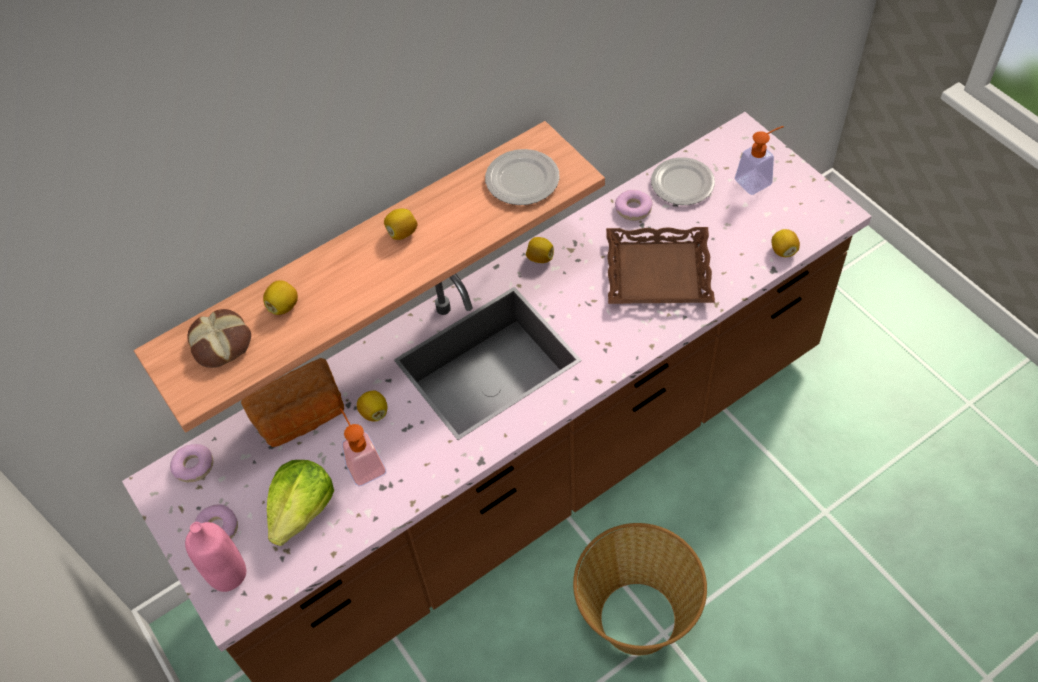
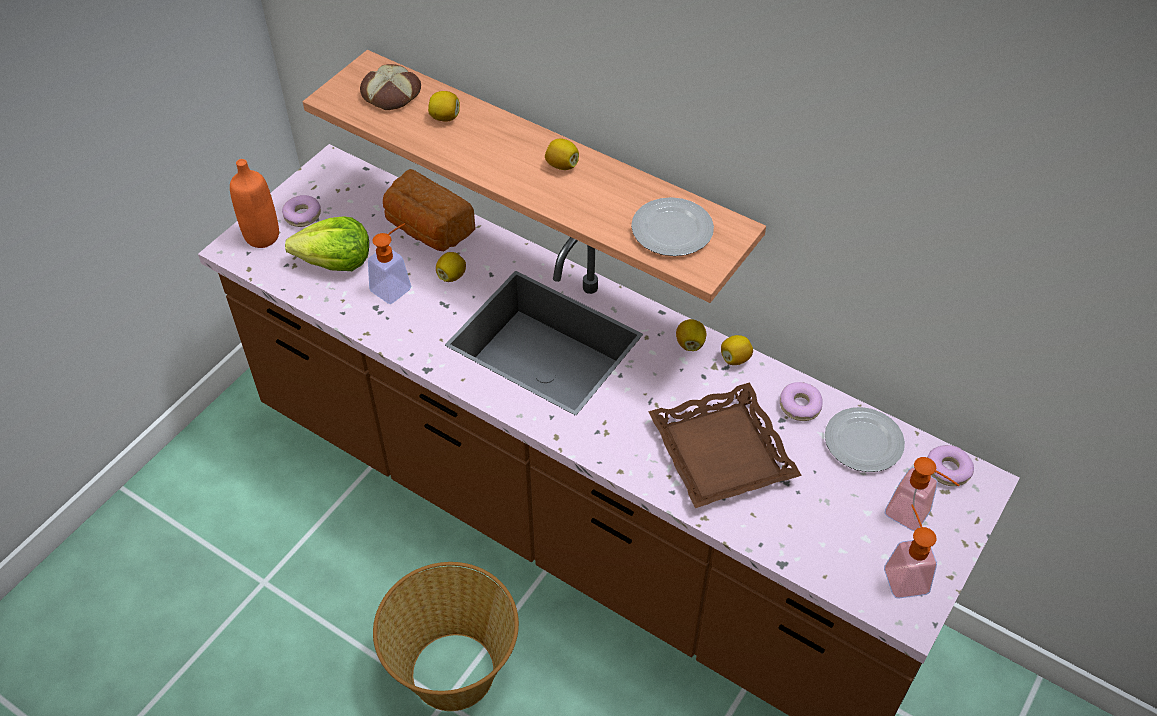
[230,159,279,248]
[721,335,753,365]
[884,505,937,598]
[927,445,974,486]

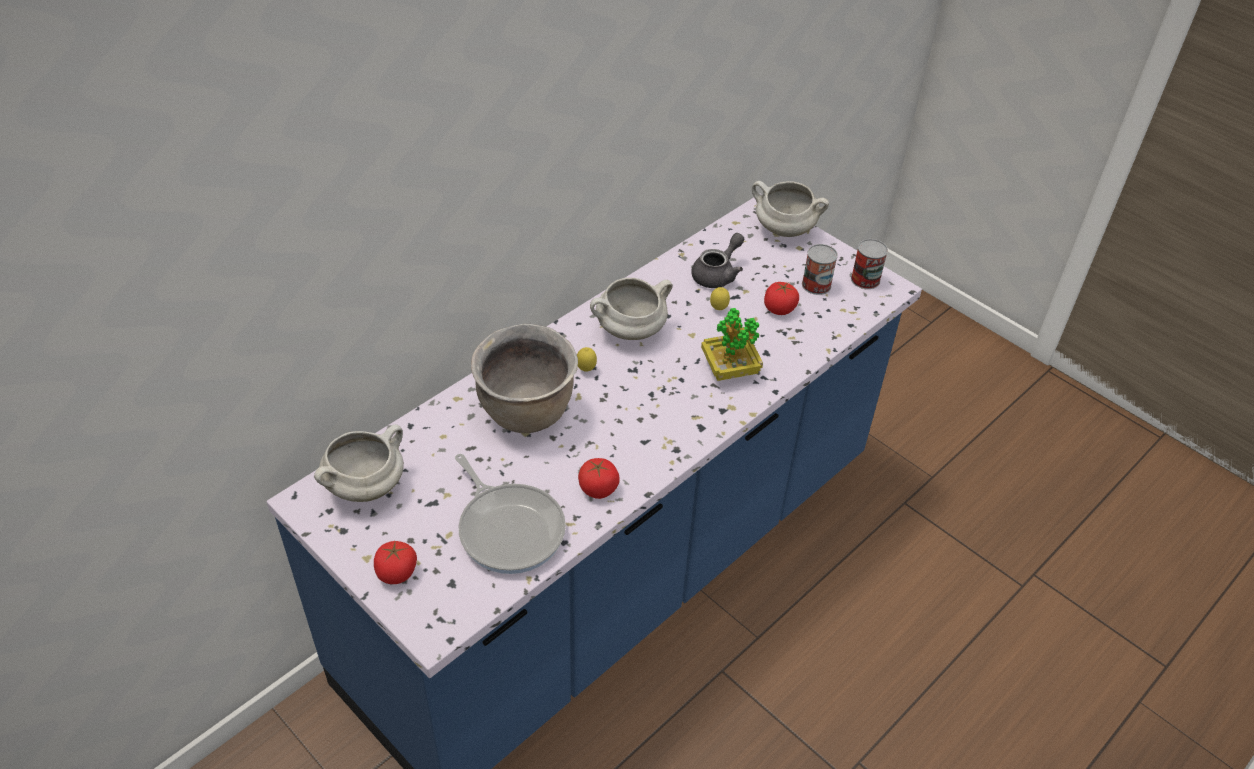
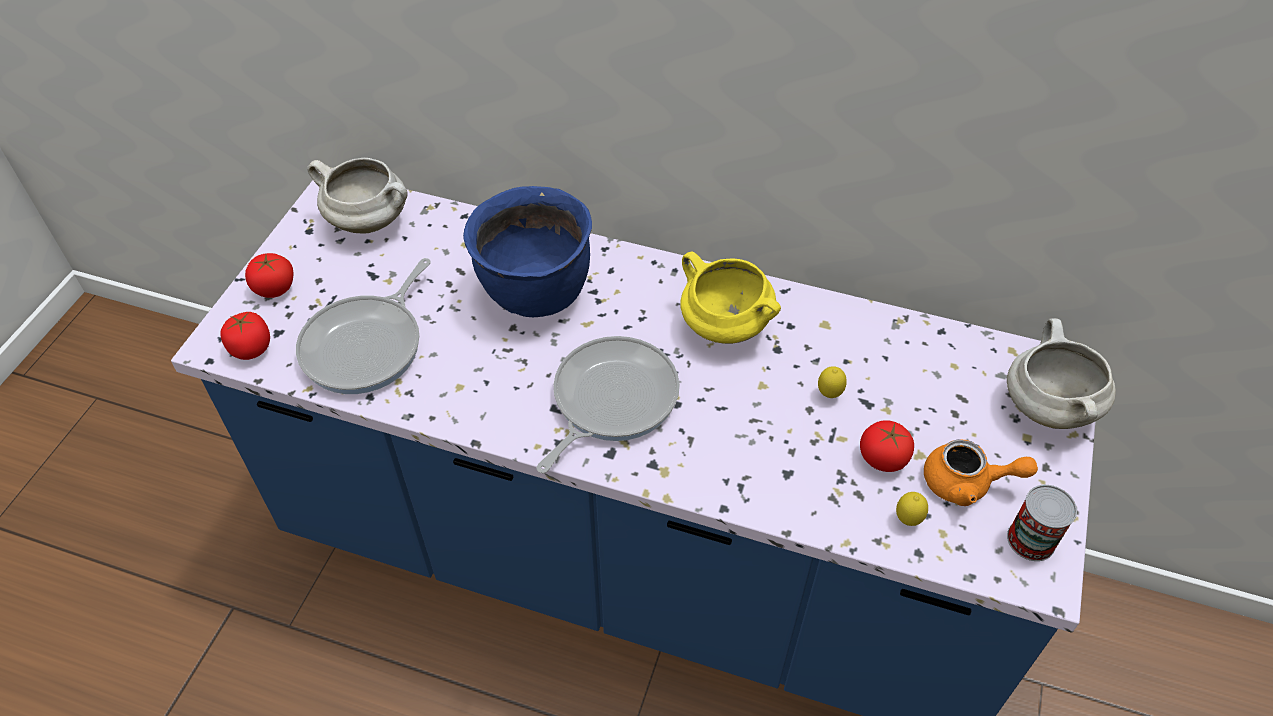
[220,312,270,360]
[463,186,592,317]
[536,336,680,474]
[680,252,781,344]
[896,492,928,526]
[924,439,1038,506]
[691,233,744,288] (first image)
[701,308,763,381] (first image)

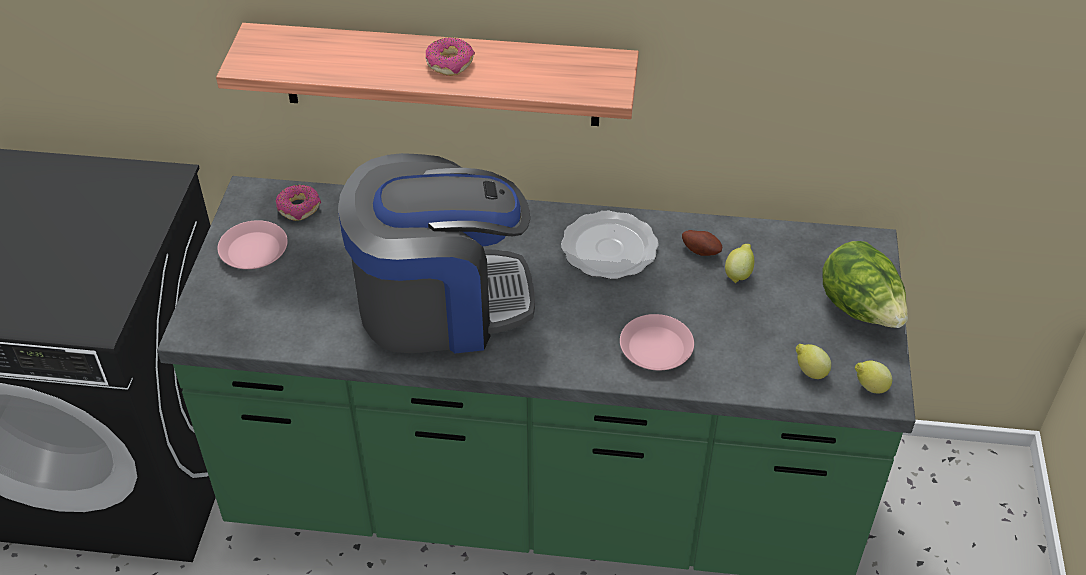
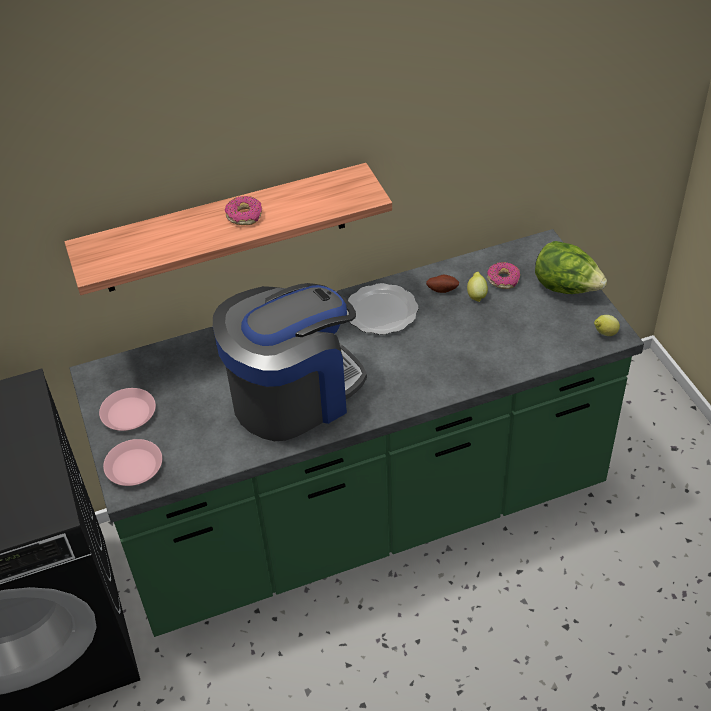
[103,439,162,486]
[487,262,520,289]
[796,344,831,379] (first image)

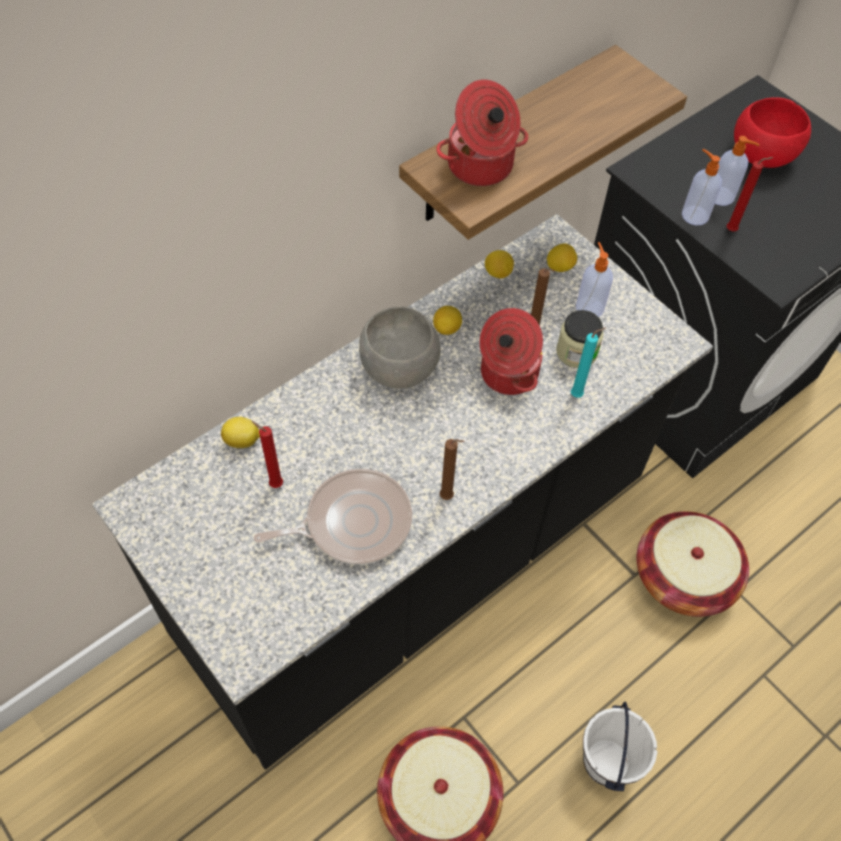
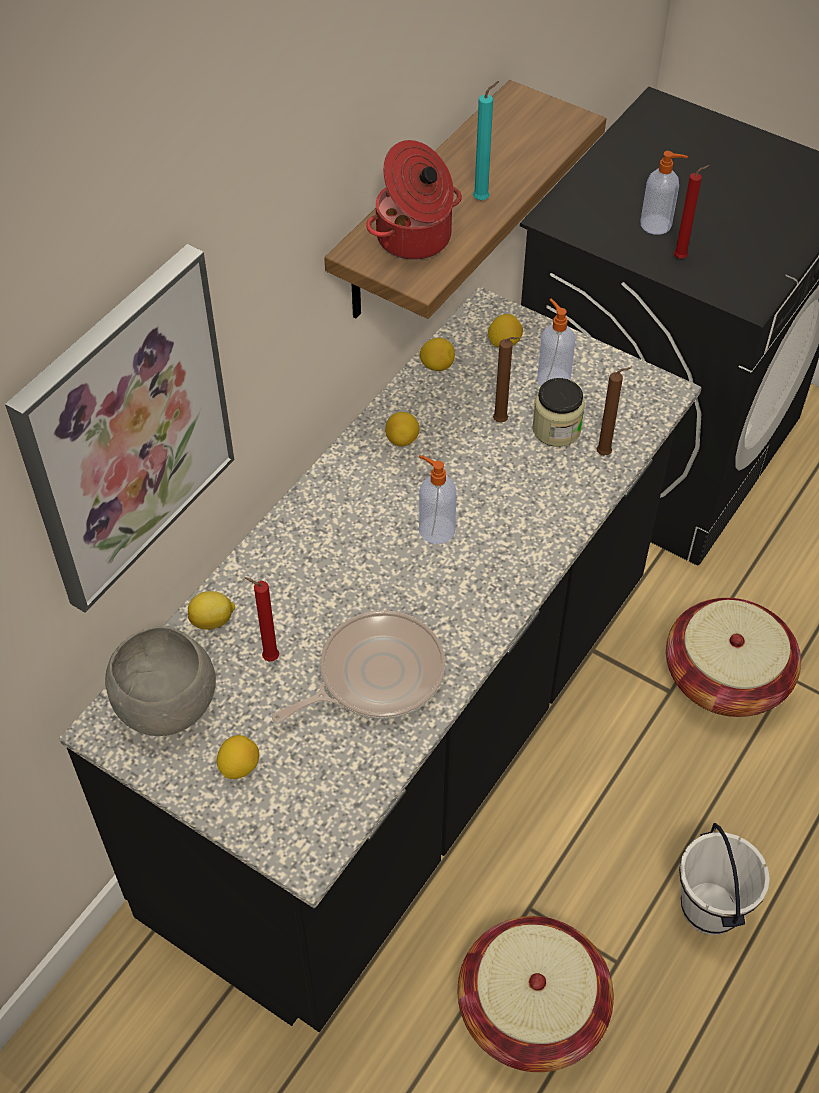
[5,244,234,613]
[105,626,216,736]
[216,735,259,779]
[419,455,457,544]
[473,81,499,200]
[597,367,632,455]
[480,308,543,395] (first image)
[734,97,811,168] (first image)

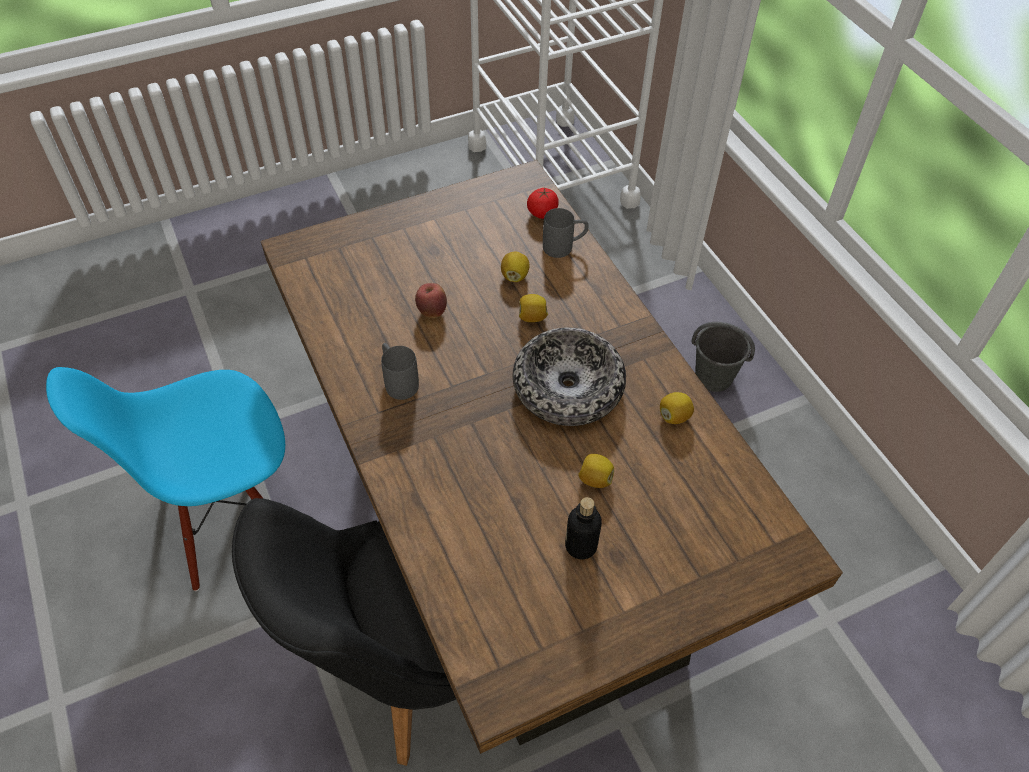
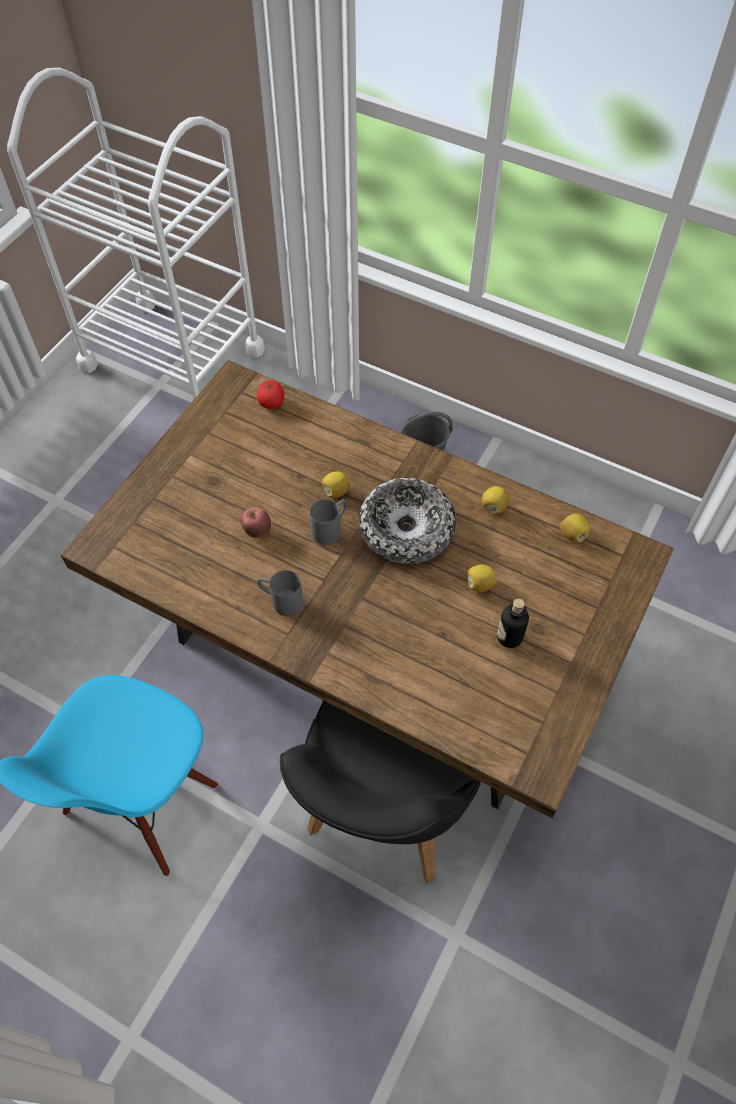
[310,499,347,545]
[560,514,590,542]

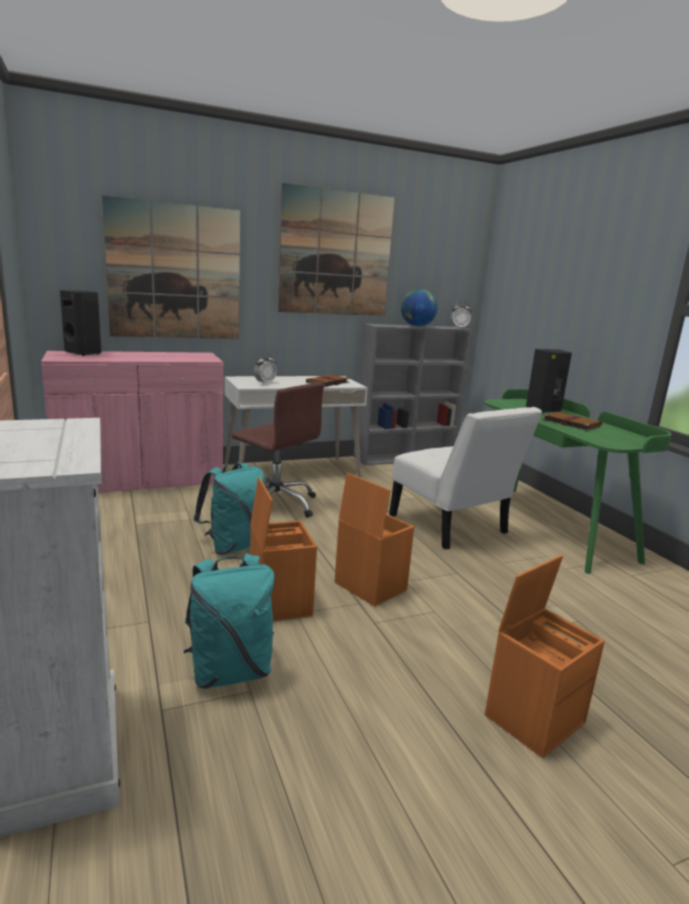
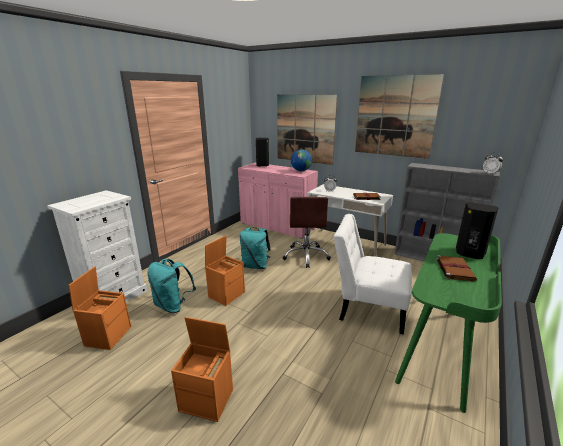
[69,266,131,350]
[291,149,312,171]
[334,214,412,335]

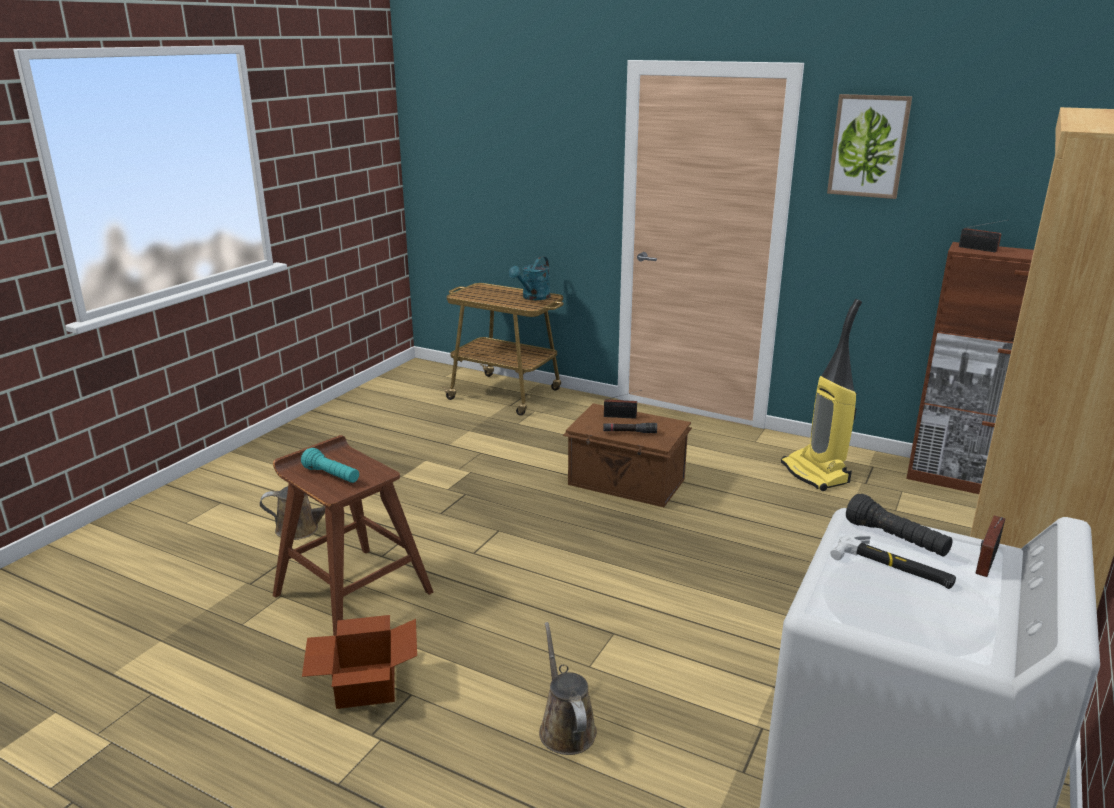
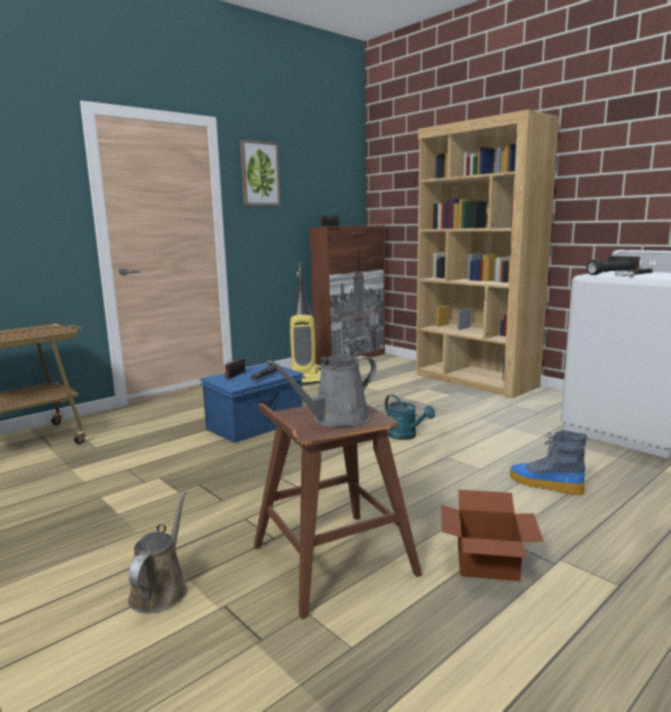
[199,363,306,443]
[266,355,377,427]
[385,394,435,440]
[510,430,587,495]

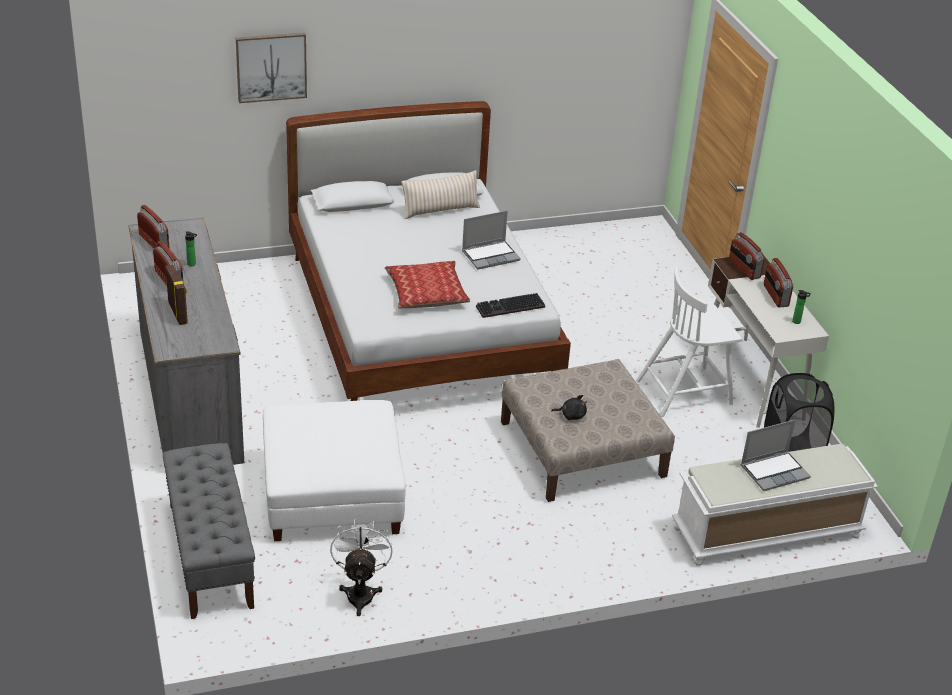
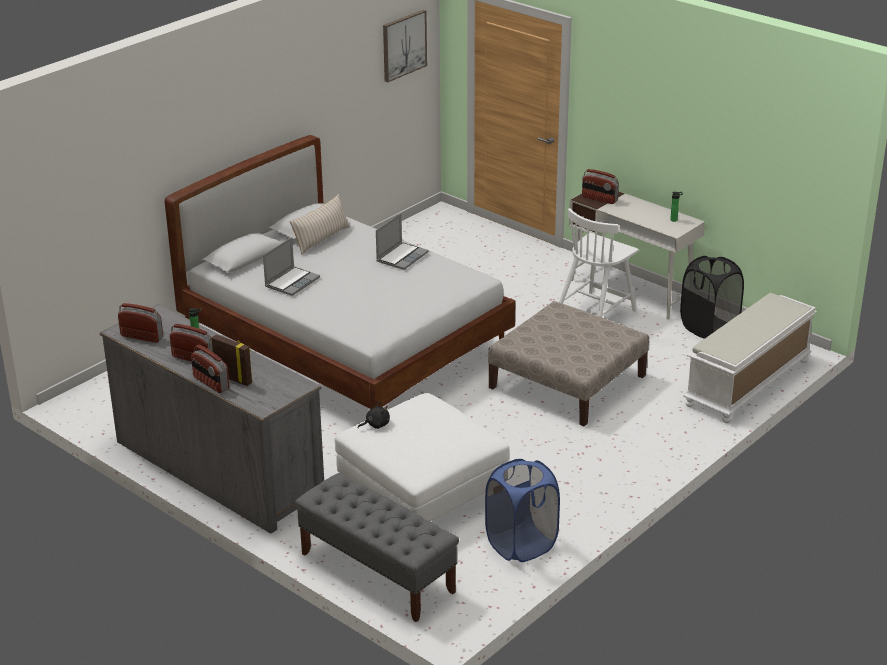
[191,345,230,393]
[263,237,320,296]
[358,402,390,429]
[383,10,427,82]
[485,459,560,562]
[385,261,470,309] (first image)
[476,293,545,318] (first image)

